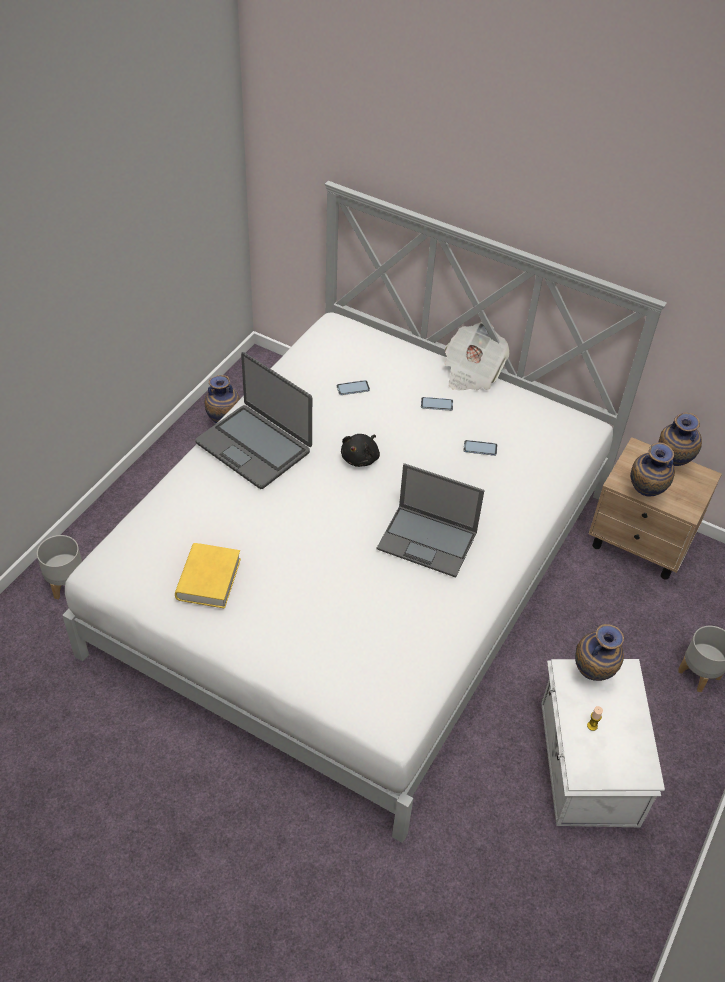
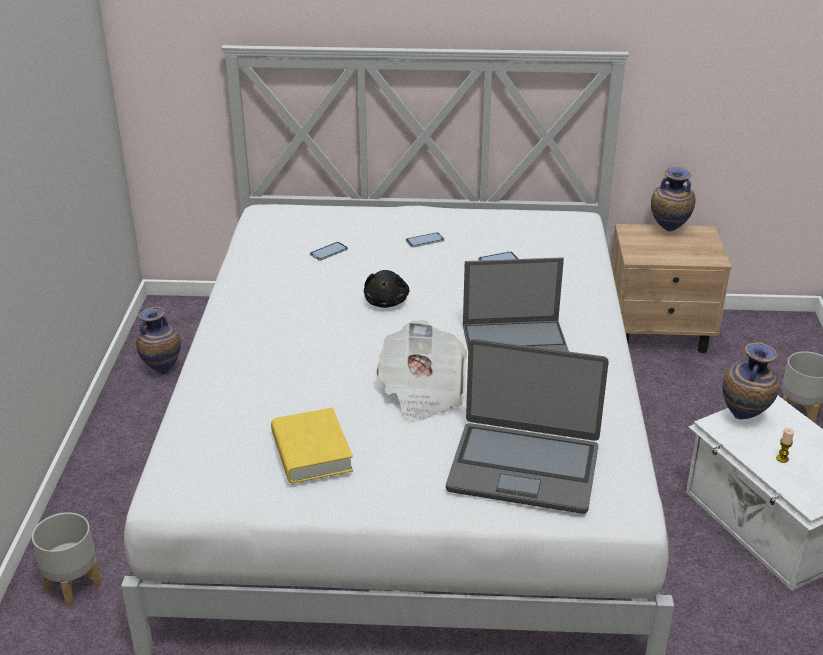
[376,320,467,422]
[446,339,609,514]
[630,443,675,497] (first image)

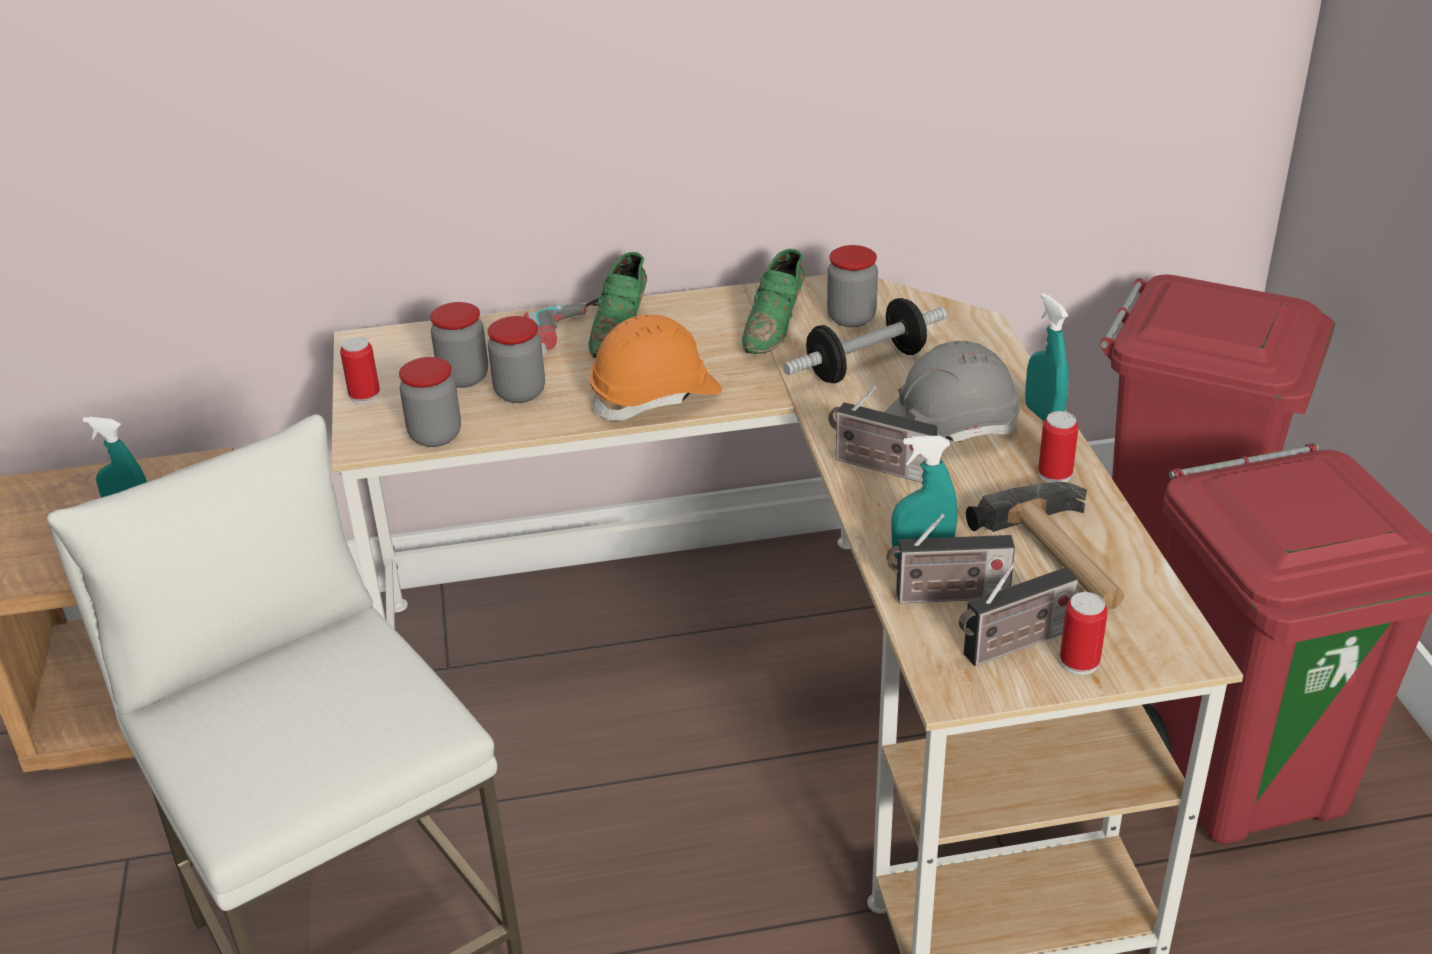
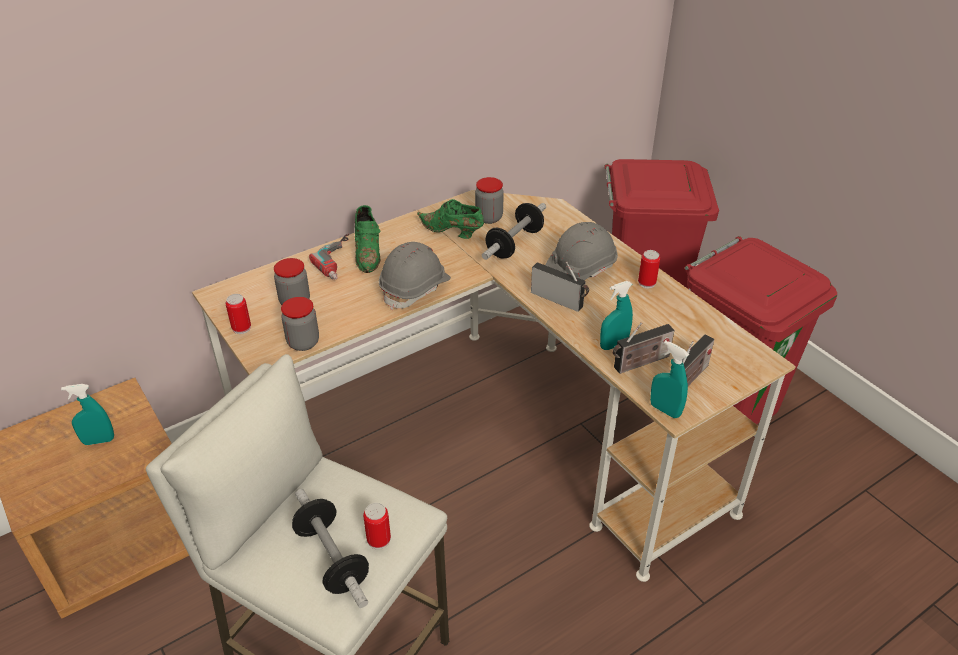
[292,489,369,608]
[363,503,391,550]
[379,242,451,310]
[417,199,484,239]
[531,262,589,312]
[650,340,689,418]
[488,316,545,403] (first image)
[966,482,1124,610] (first image)

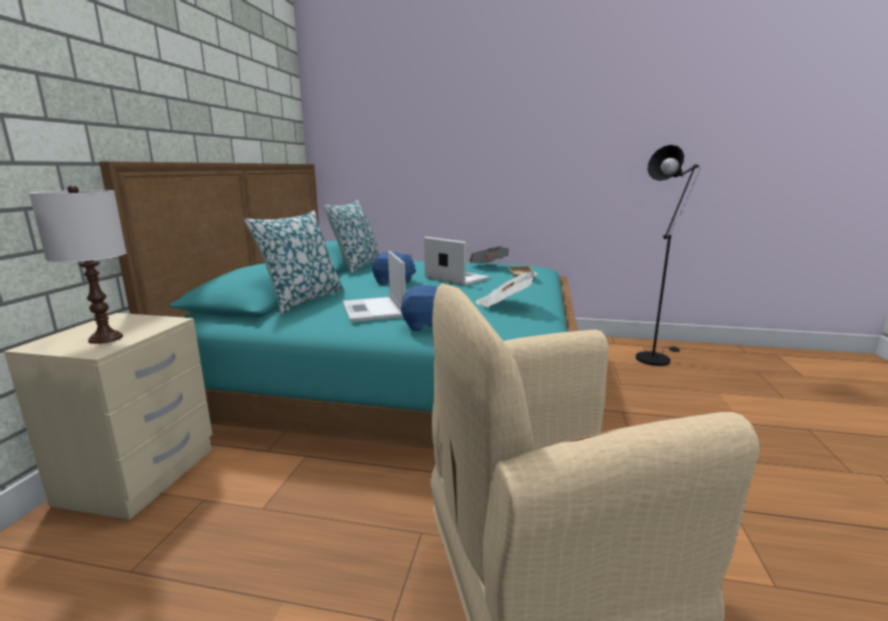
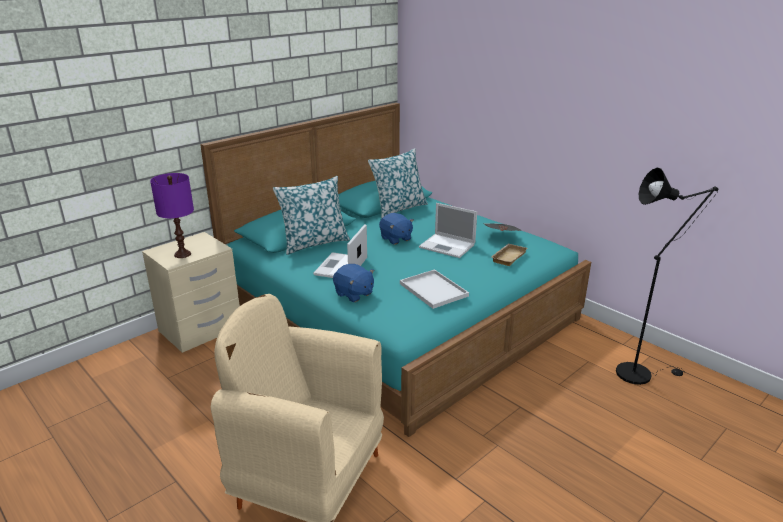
[150,173,194,258]
[400,269,469,309]
[419,203,477,258]

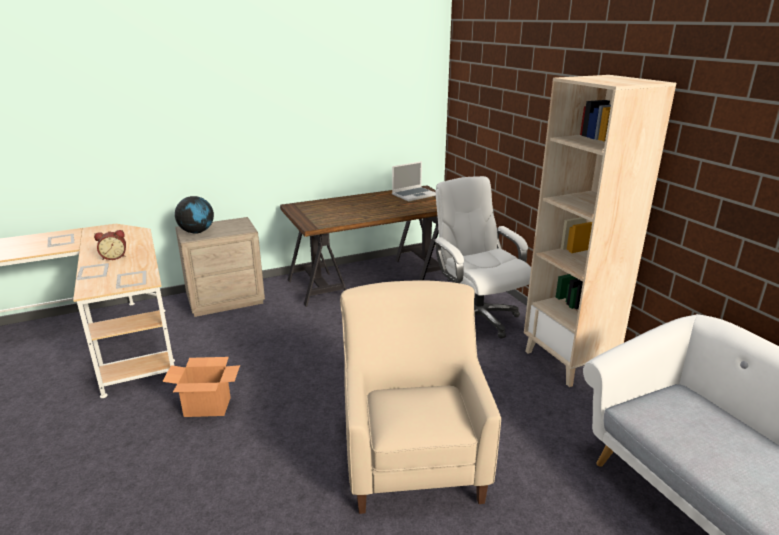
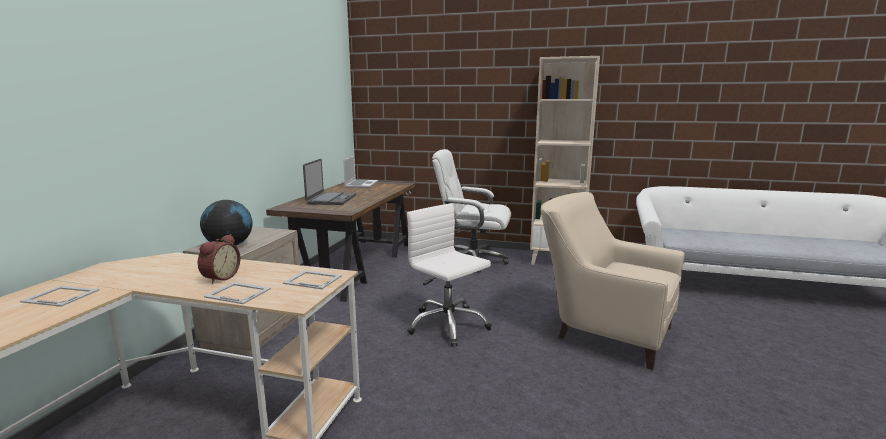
[303,159,356,205]
[407,203,492,346]
[162,357,240,417] (first image)

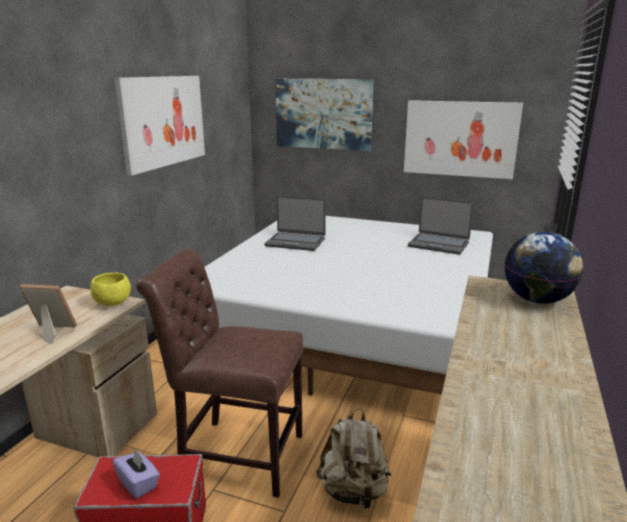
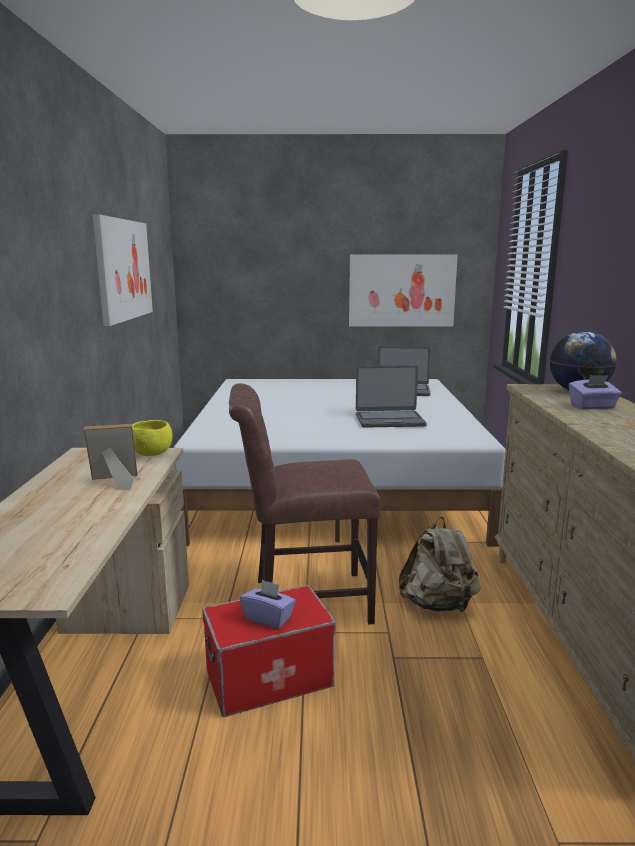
[356,365,427,428]
[569,375,622,410]
[275,79,374,151] (first image)

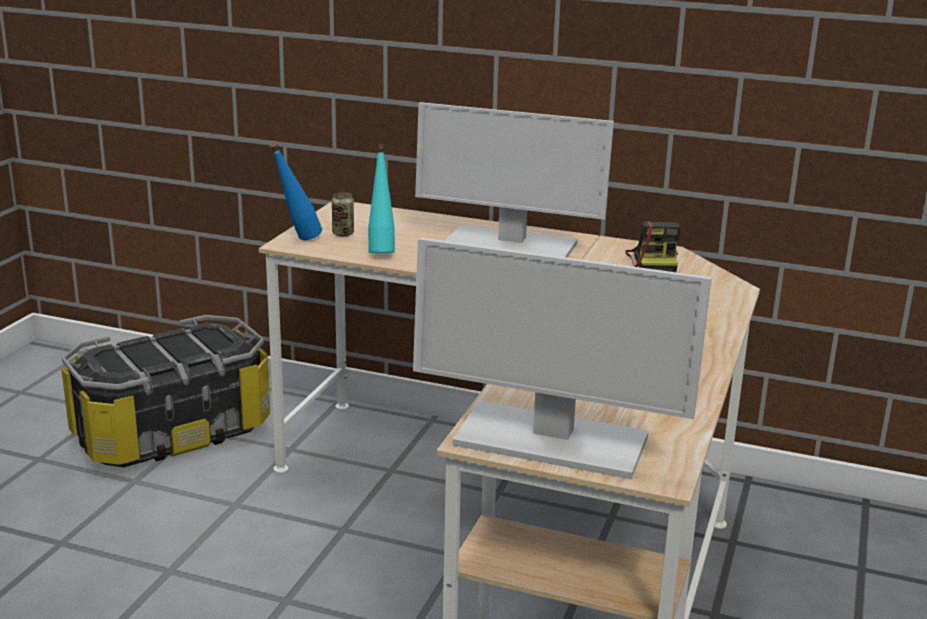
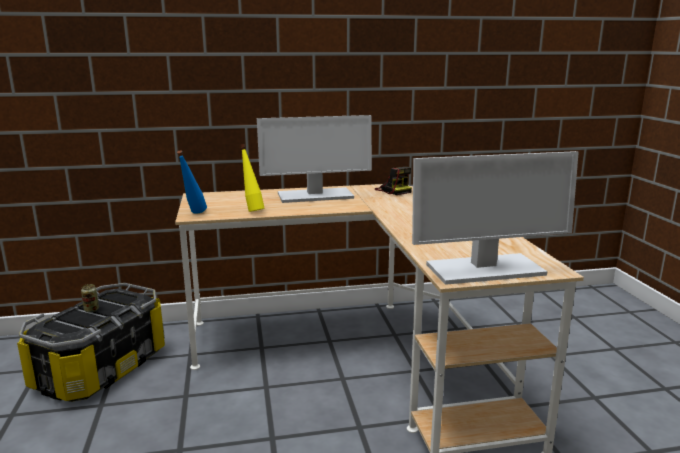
[81,284,99,312]
[240,144,264,212]

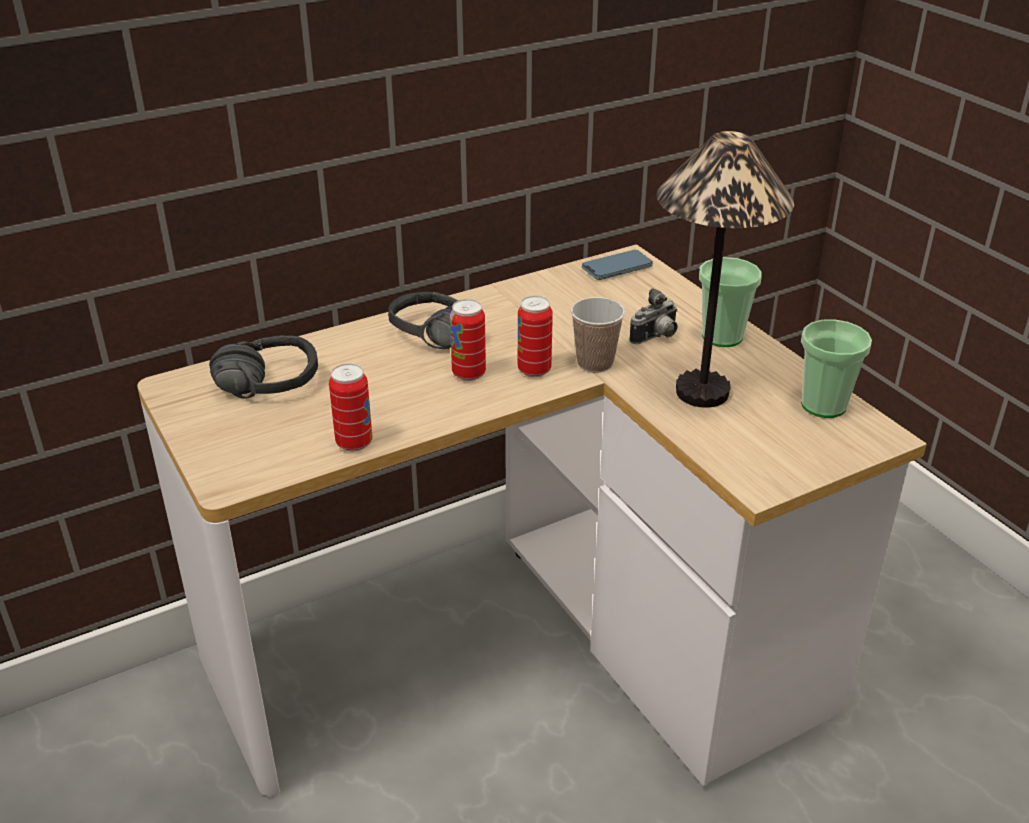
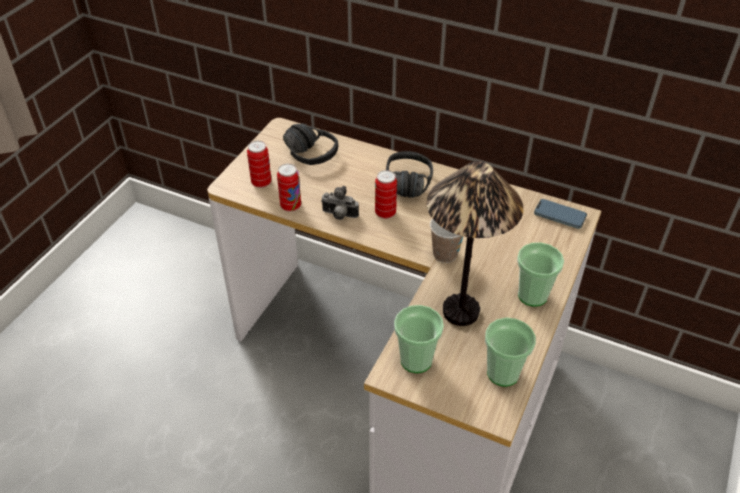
[247,141,271,188]
[321,186,359,220]
[394,305,444,373]

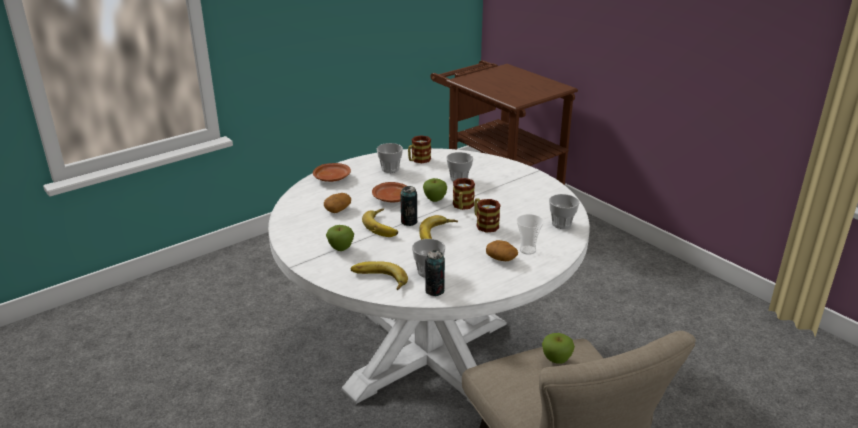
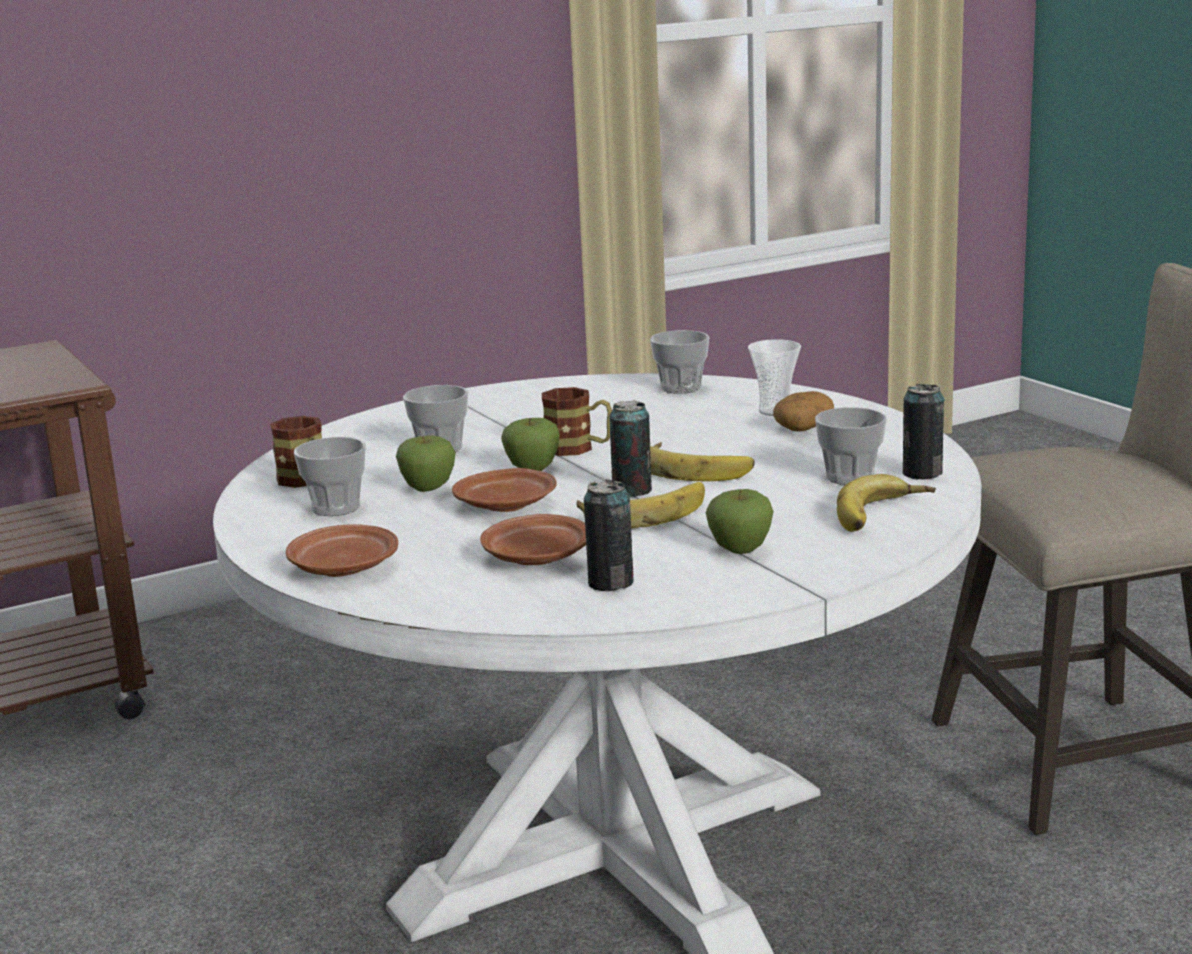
[396,435,456,492]
[480,514,586,565]
[584,480,634,591]
[474,198,501,233] (first image)

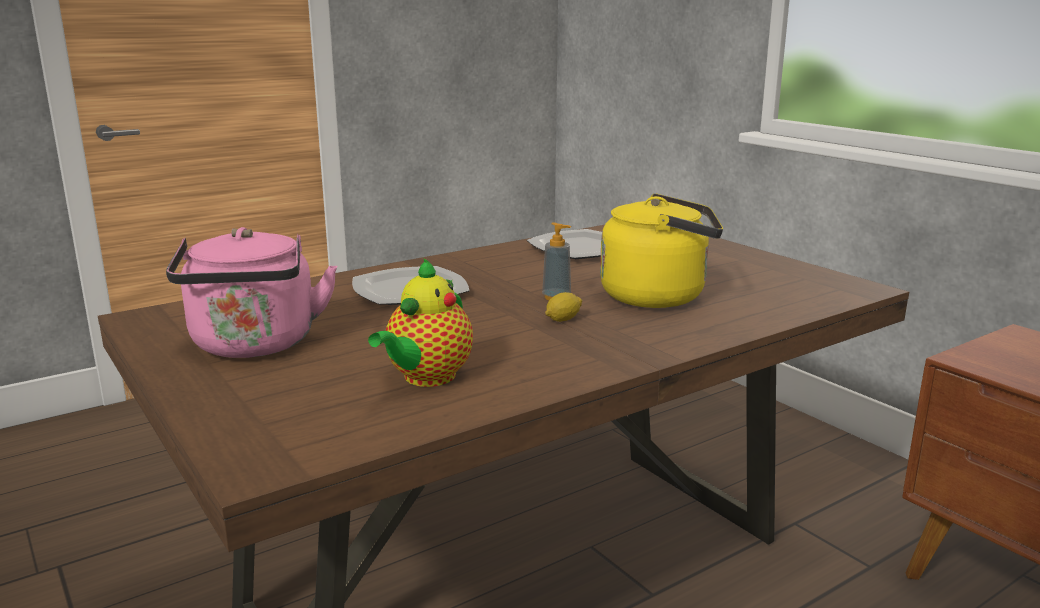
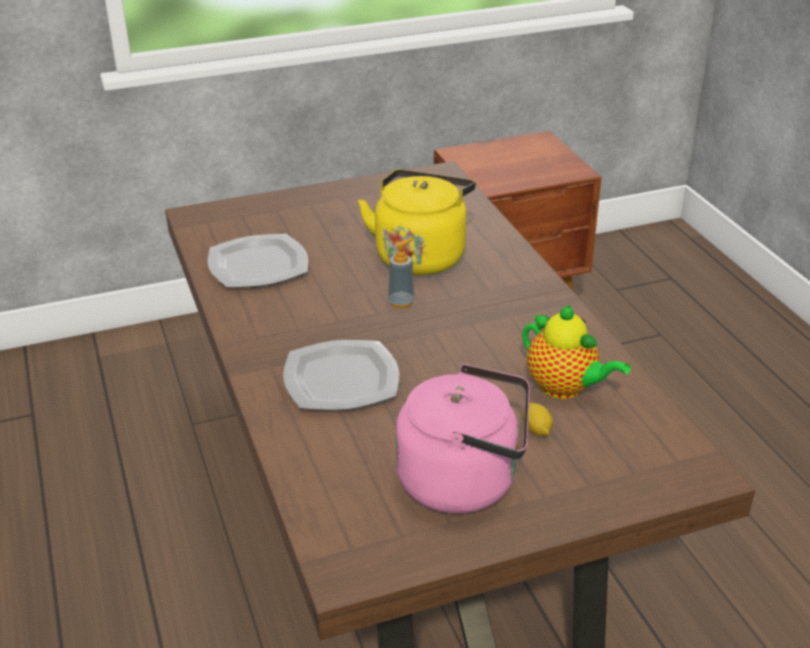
[523,403,553,436]

